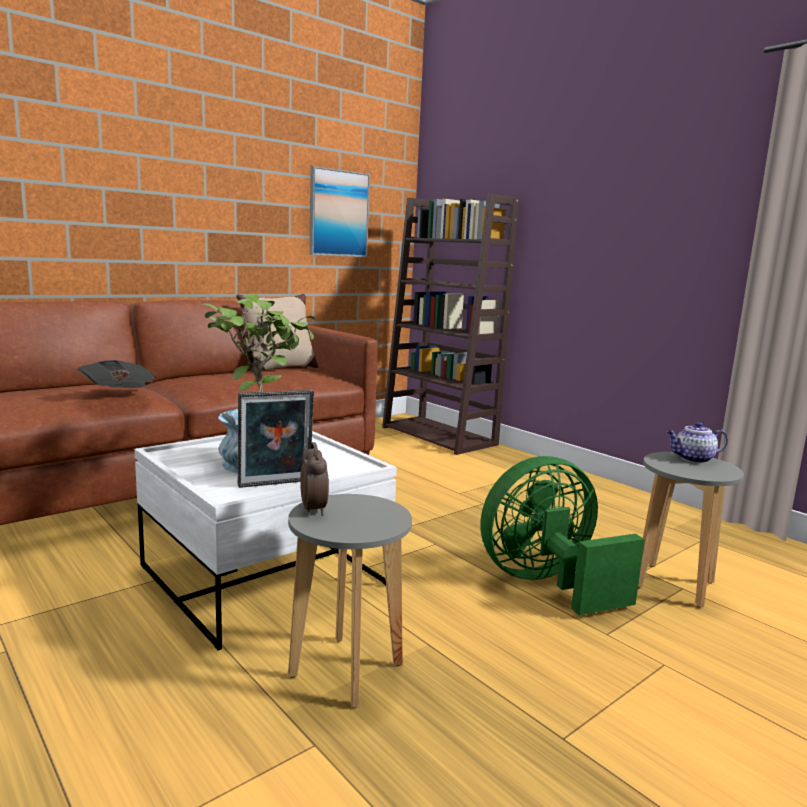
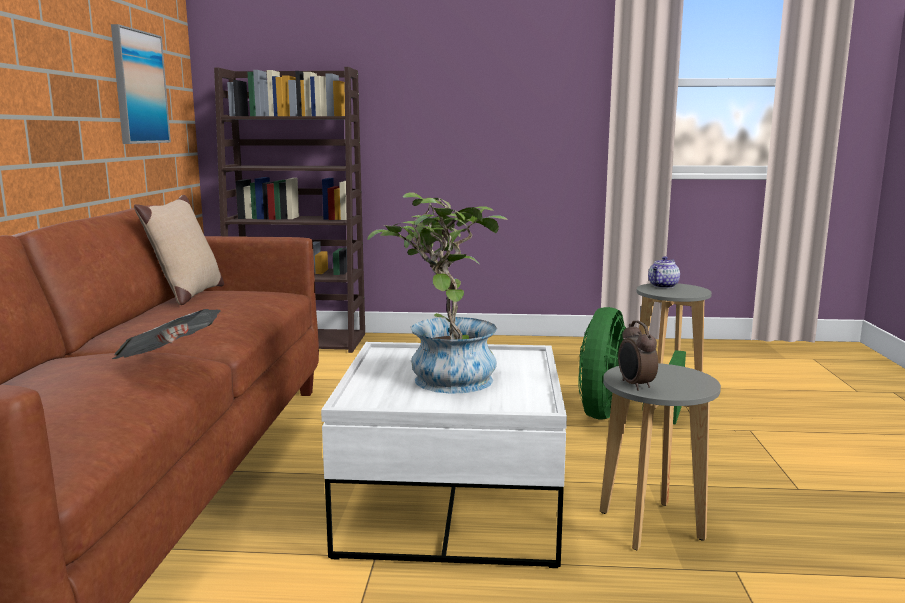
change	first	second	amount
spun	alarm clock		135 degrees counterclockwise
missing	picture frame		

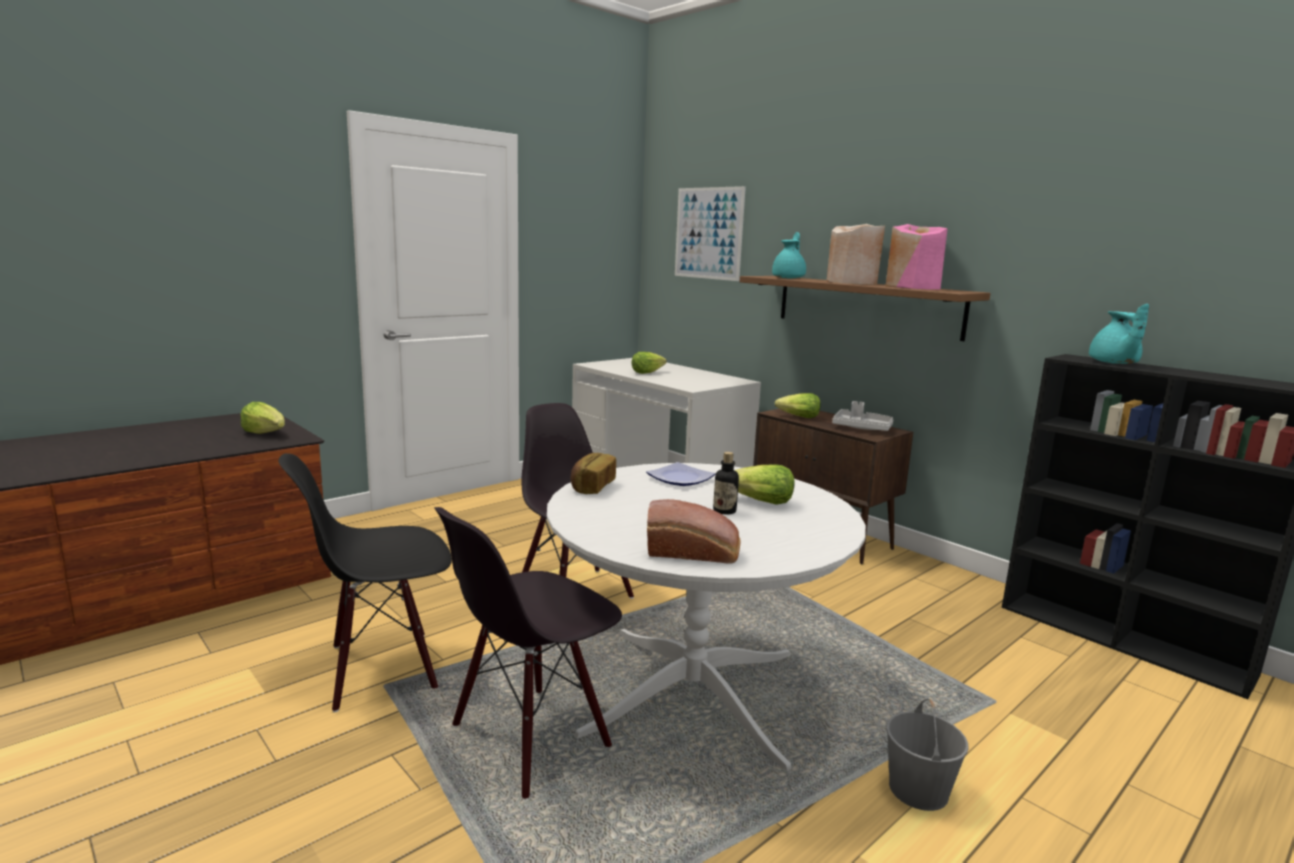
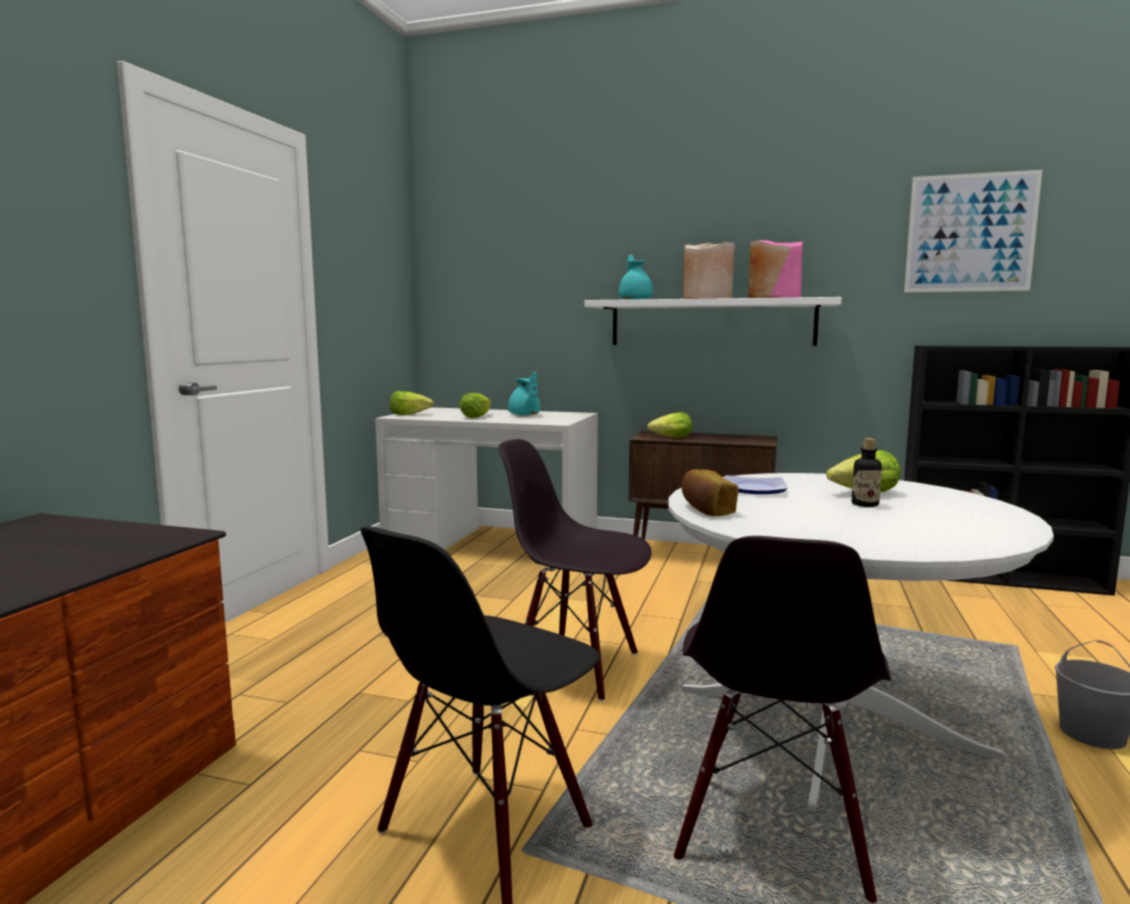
change	first	second	amount
relocated	lettuce (no. 1 from left)		
relocated	teapot (turquoise) (no. 2 from left in the first image)	teapot (turquoise) (no. 1 from left)	
colour	shelf (brown)	shelf (white)	
relocated	picture		
missing	bread (no. 2 from left)		
missing	tray (grey)		

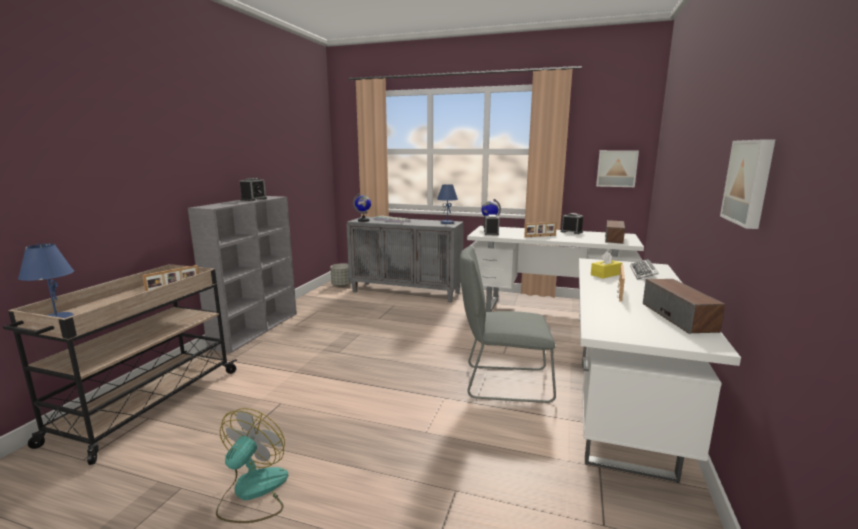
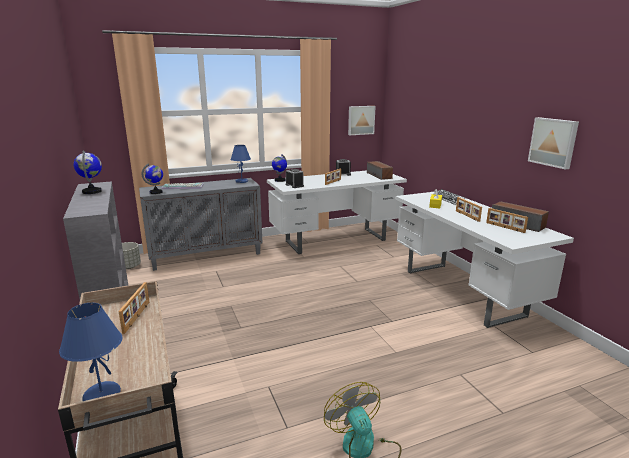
change	first	second	amount
exchanged	alarm clock (no. 1 from left)	globe (no. 1 from left)	
appeared		picture frame (no. 4 from left)	
missing	chair (grey)		

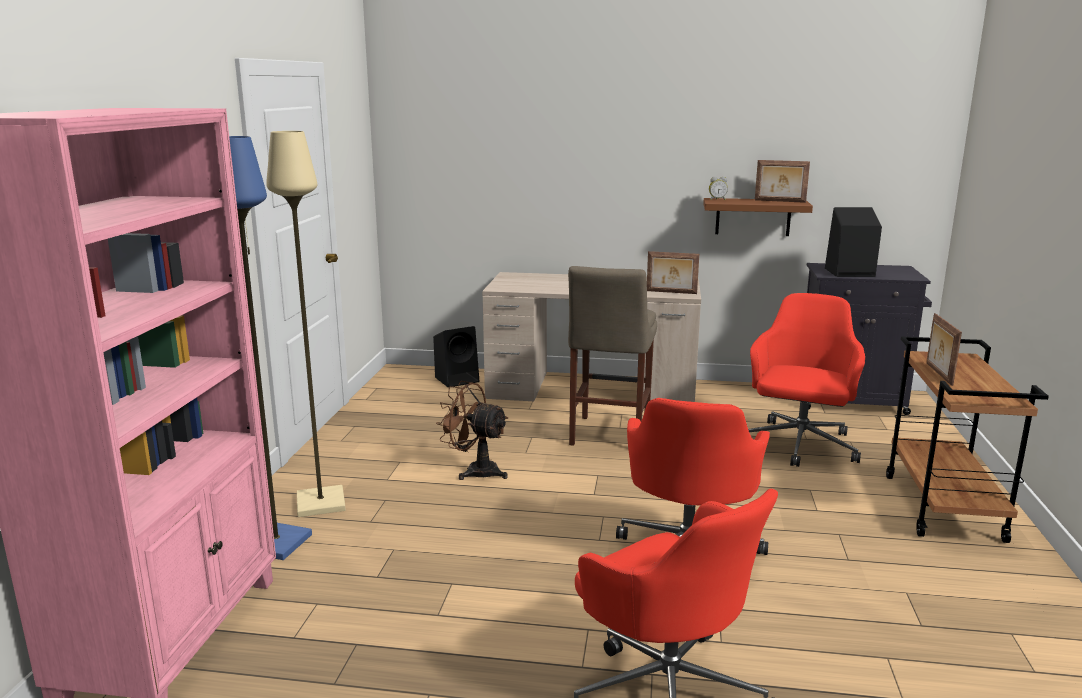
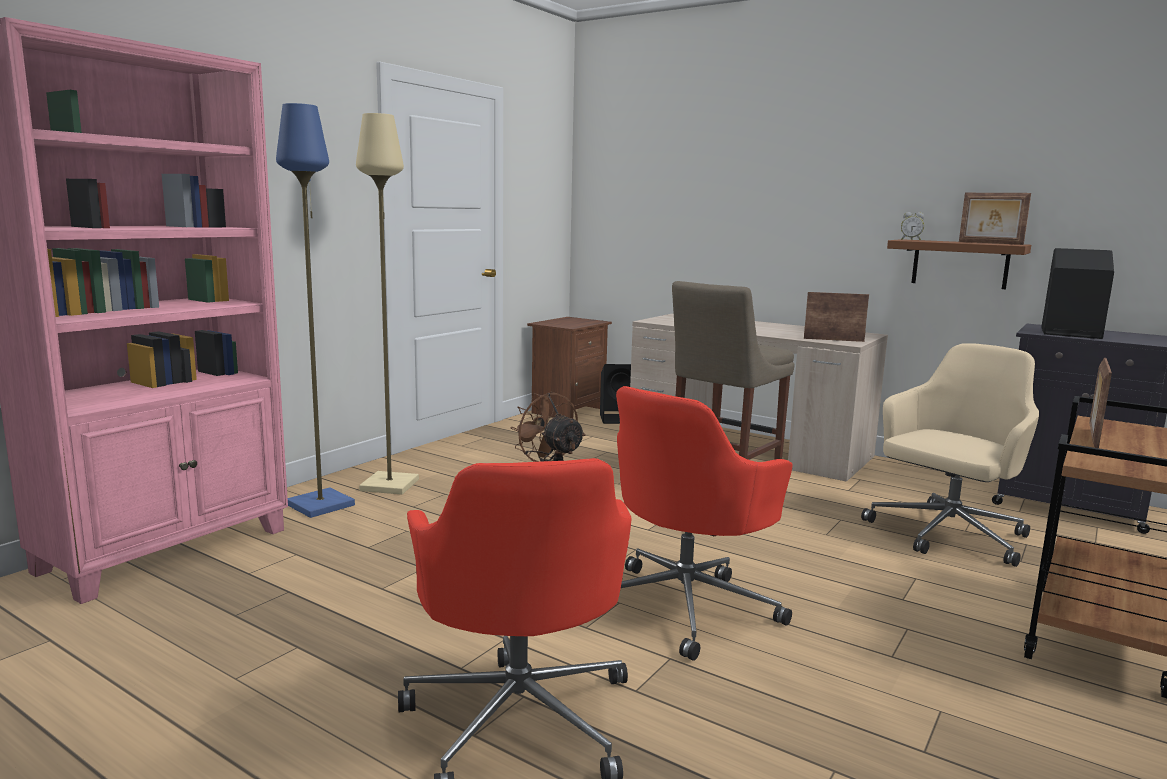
change	first	second	amount
appeared		nightstand (brown)	
spun	picture frame (no. 1 from left)		150 degrees clockwise
colour	office chair (red) (no. 3 from left)	office chair (beige)	

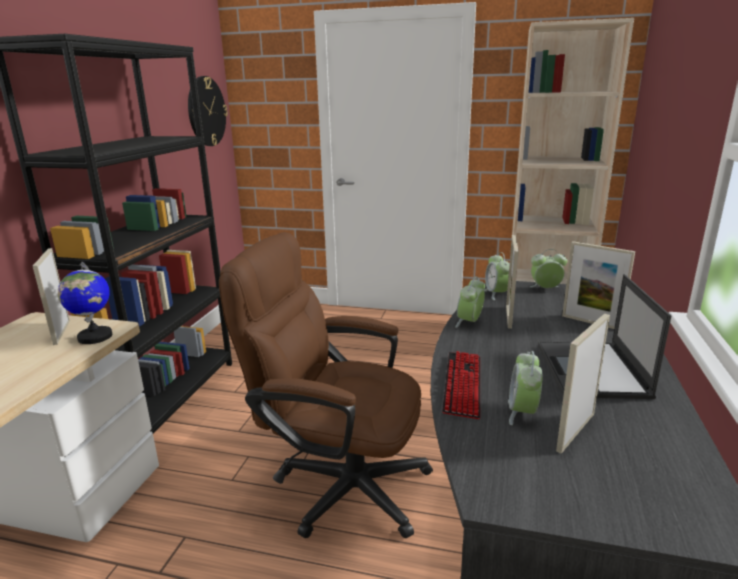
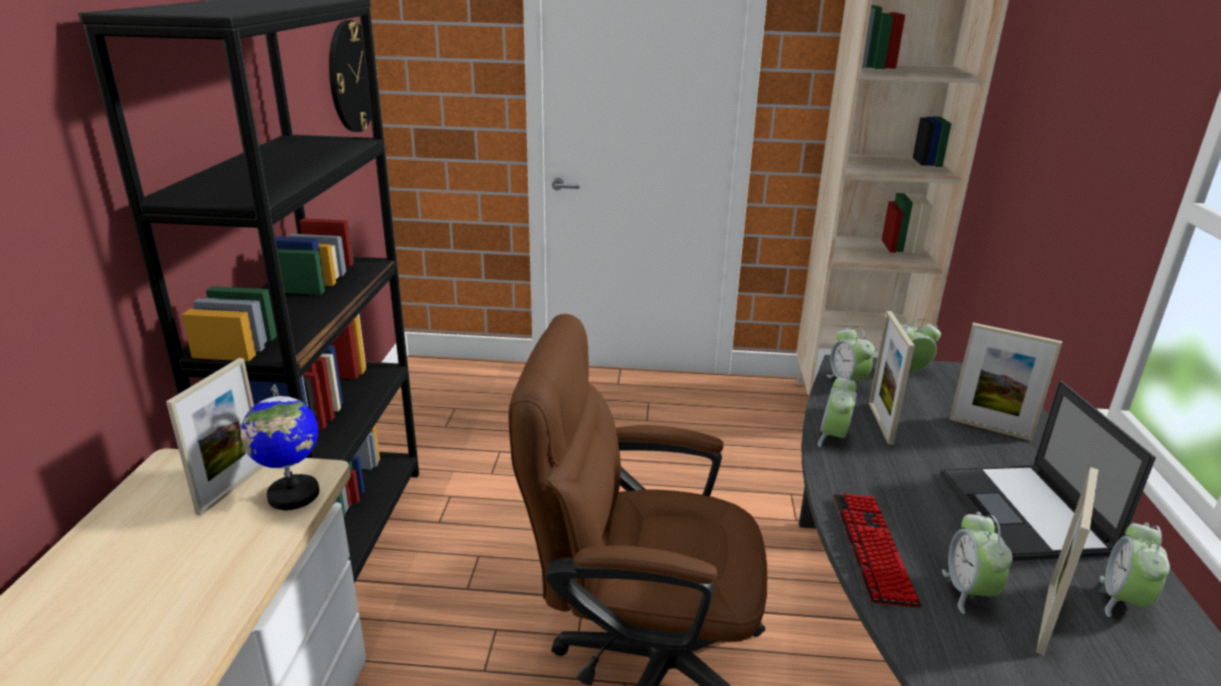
change	first	second	amount
spun	picture frame (no. 1 from left)		135 degrees counterclockwise
appeared		alarm clock (no. 5 from left)	

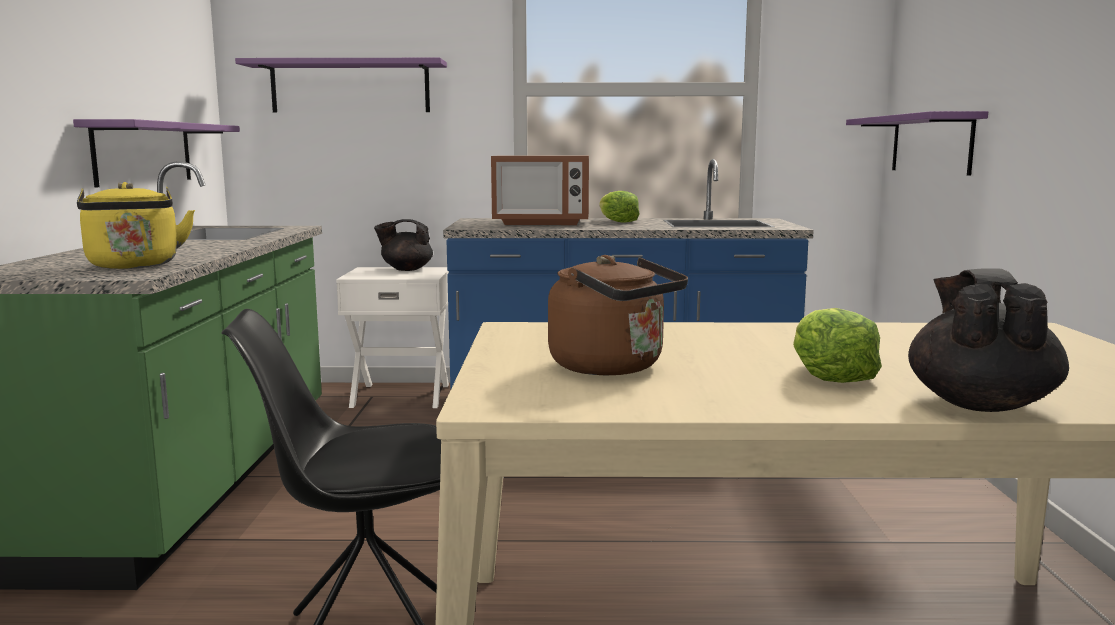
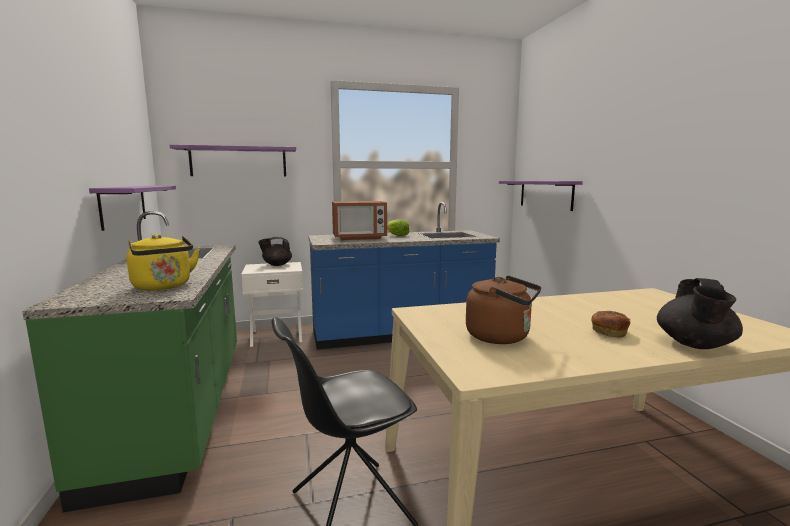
change	first	second	amount
exchanged	lettuce (no. 2 from left)	bread	
spun	teapot (black) (no. 2 from left)		150 degrees counterclockwise

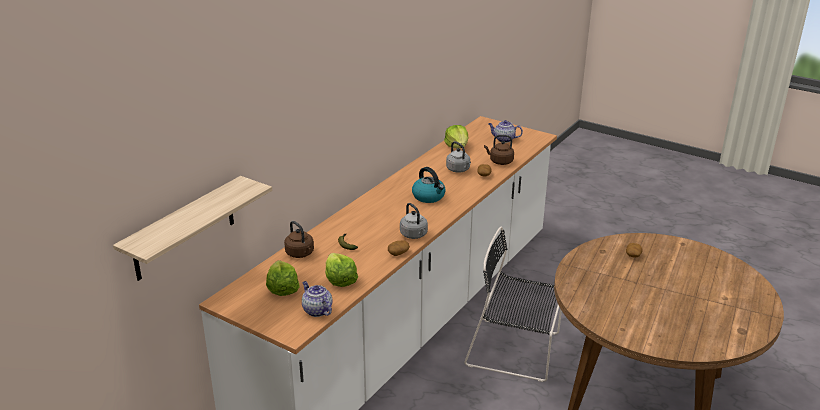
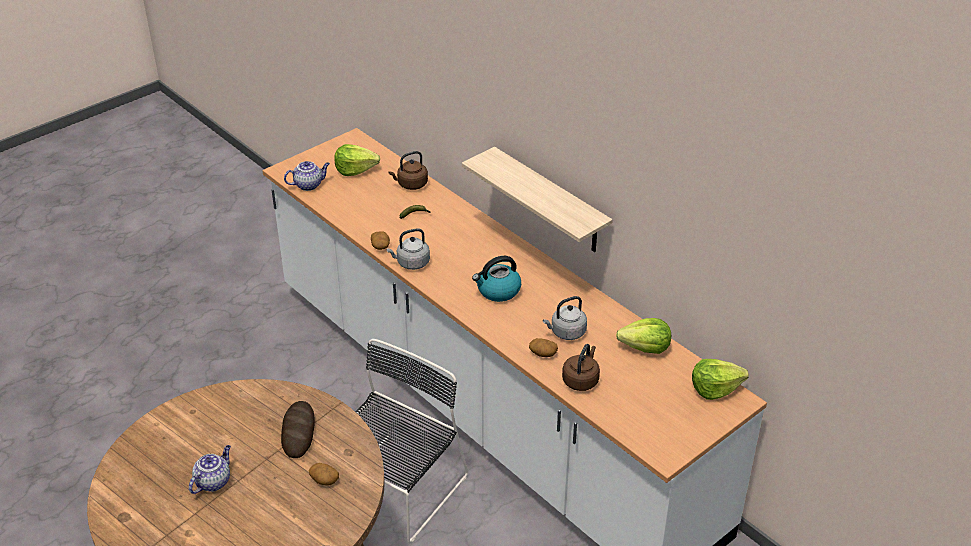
change	first	second	amount
relocated	teapot (no. 2 from left in the first image)	teapot (no. 1 from left)	
appeared		bread	
relocated	shelf		
relocated	lettuce (no. 2 from left in the first image)	lettuce (no. 3 from left)	

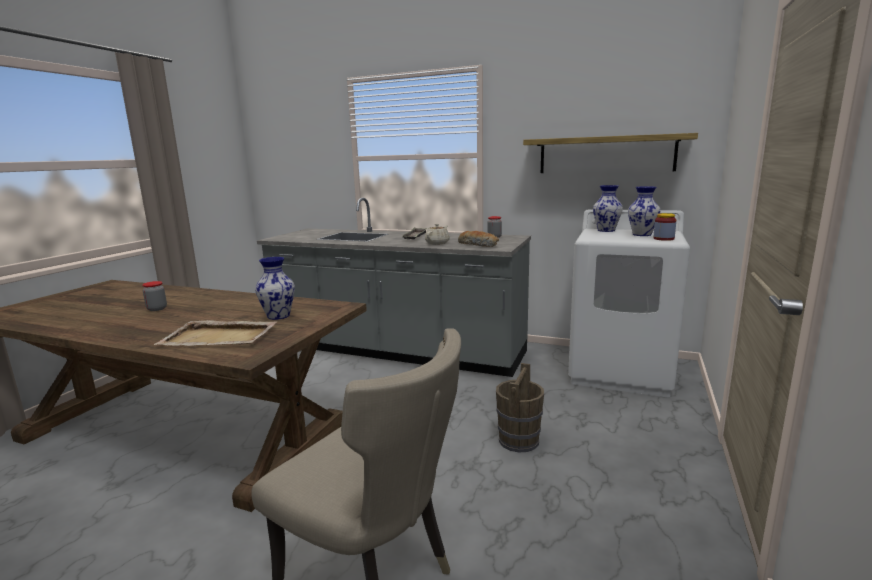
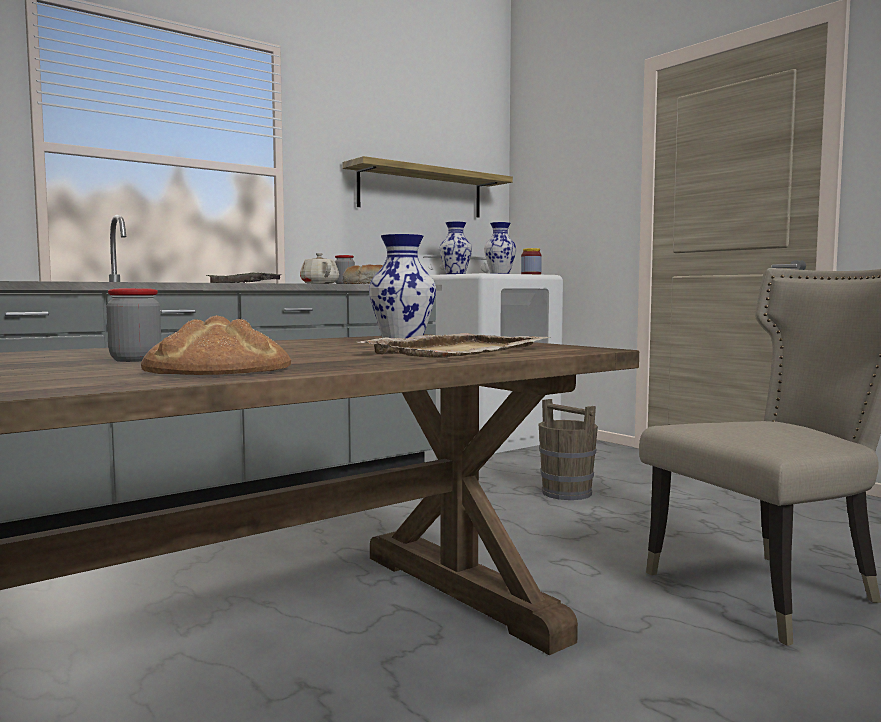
change	first	second	amount
appeared		bread (no. 1 from left)	

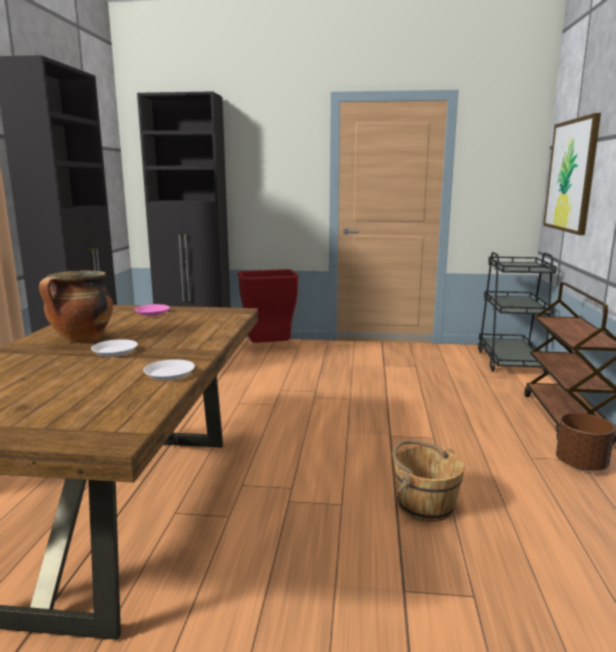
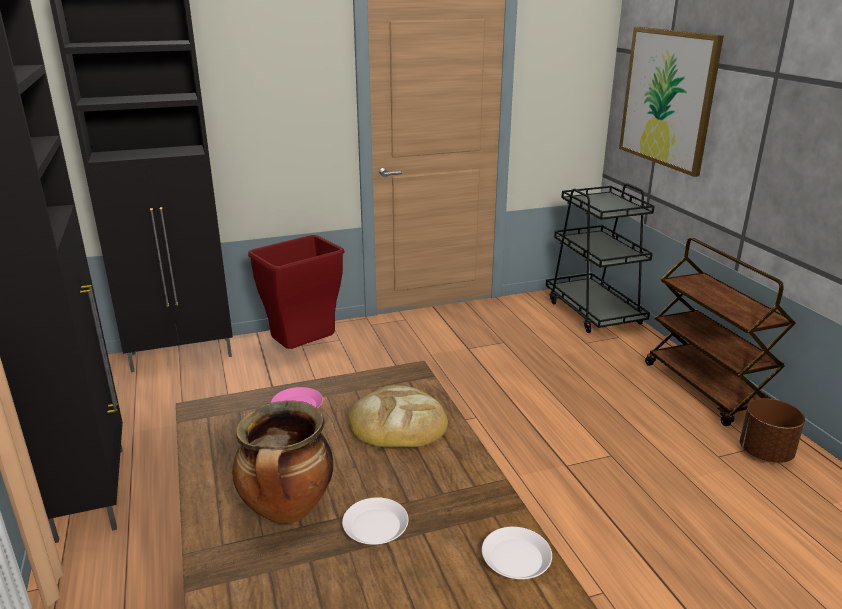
change	first	second	amount
appeared		bread	
missing	bucket (brown)		

